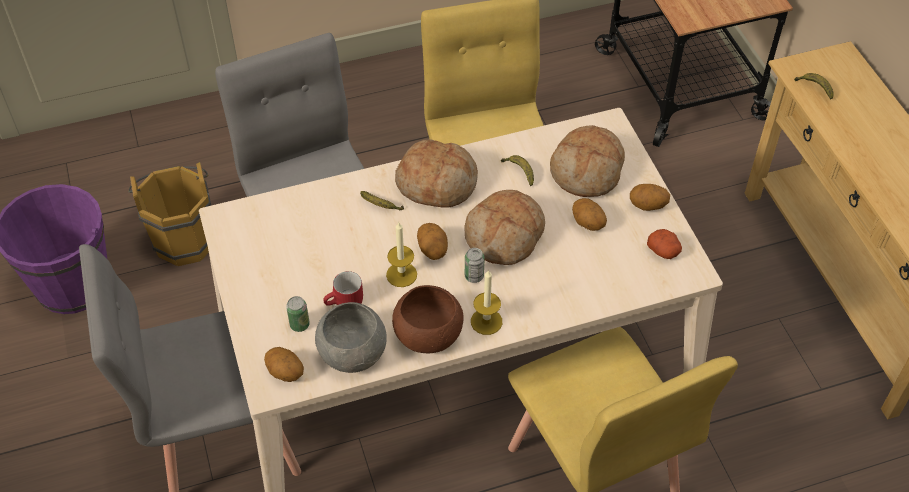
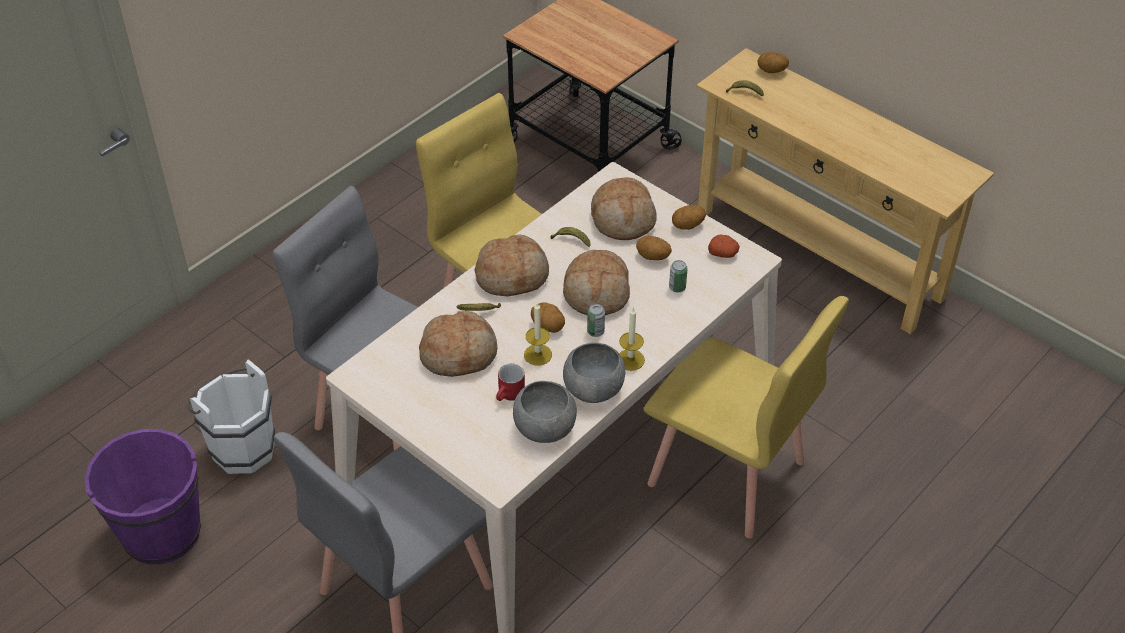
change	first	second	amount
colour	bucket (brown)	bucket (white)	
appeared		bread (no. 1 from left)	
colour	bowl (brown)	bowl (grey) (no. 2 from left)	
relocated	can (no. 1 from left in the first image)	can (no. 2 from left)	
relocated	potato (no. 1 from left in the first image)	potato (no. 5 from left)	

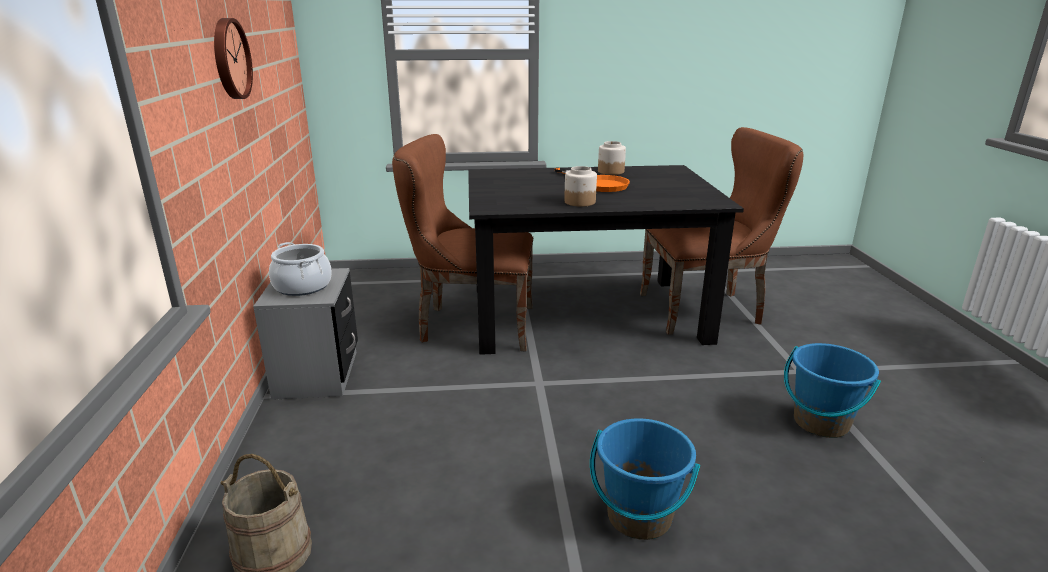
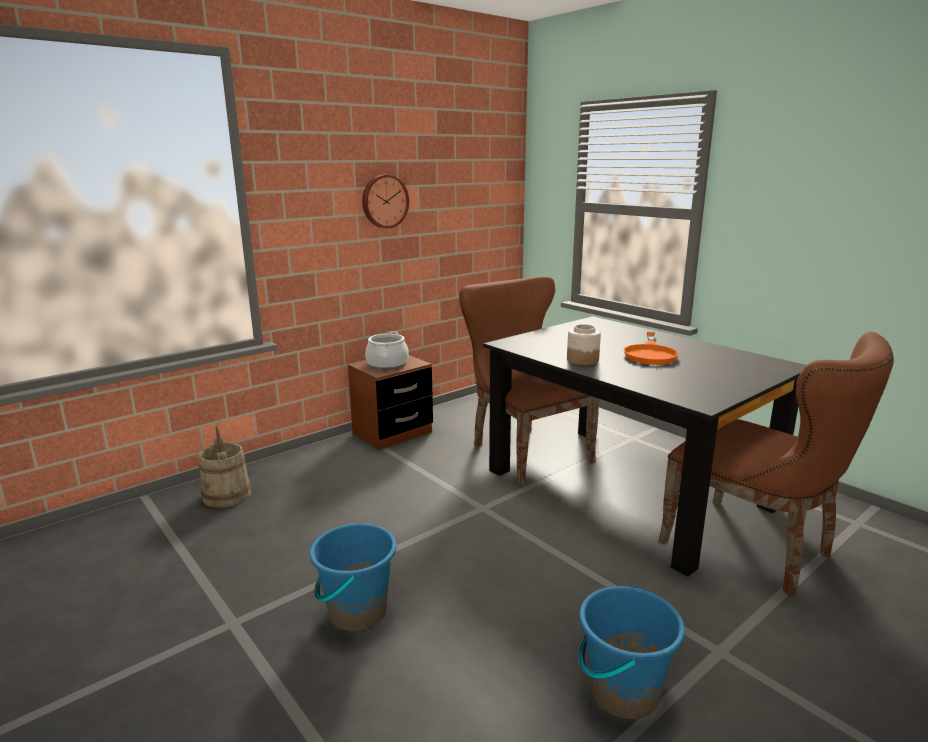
change	first	second	amount
colour	nightstand (grey)	nightstand (brown)	
missing	jar (no. 2 from left)		

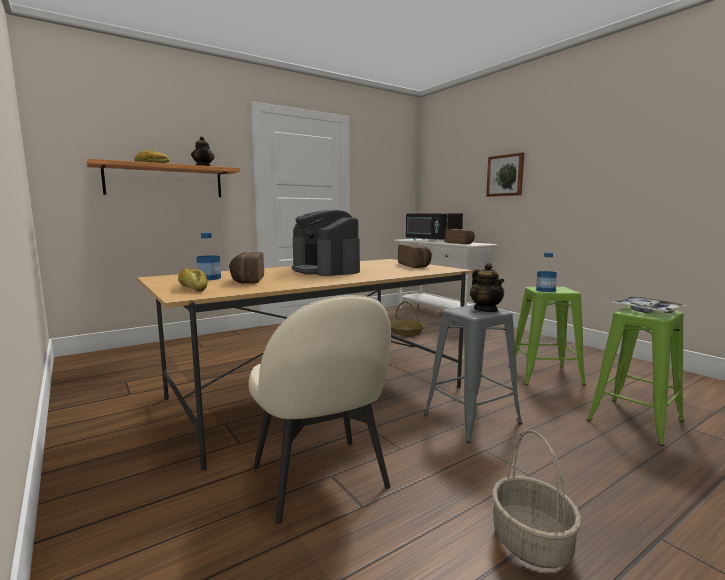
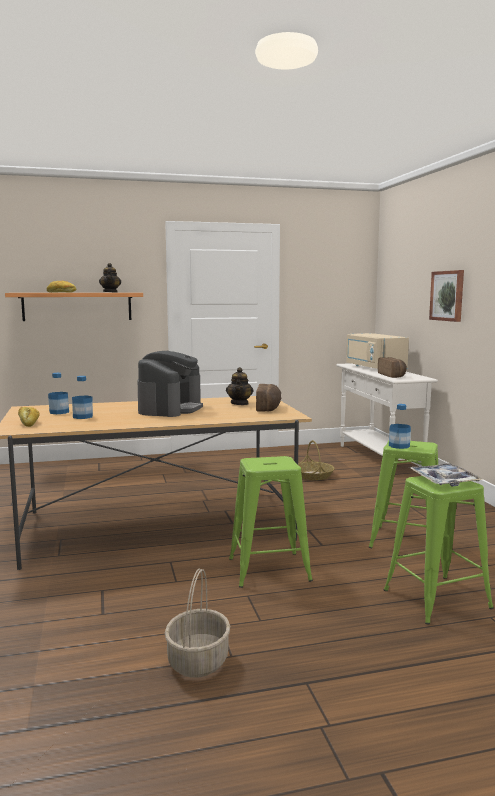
change	first	second	amount
exchanged	bread (no. 3 from left)	bottle (no. 2 from left)	
spun	coffee machine		150 degrees counterclockwise
relocated	teapot (no. 2 from left)		
colour	stool (grey)	stool (green) (no. 1 from left)	
colour	microwave (black)	microwave (beige)	
missing	chair (beige)		

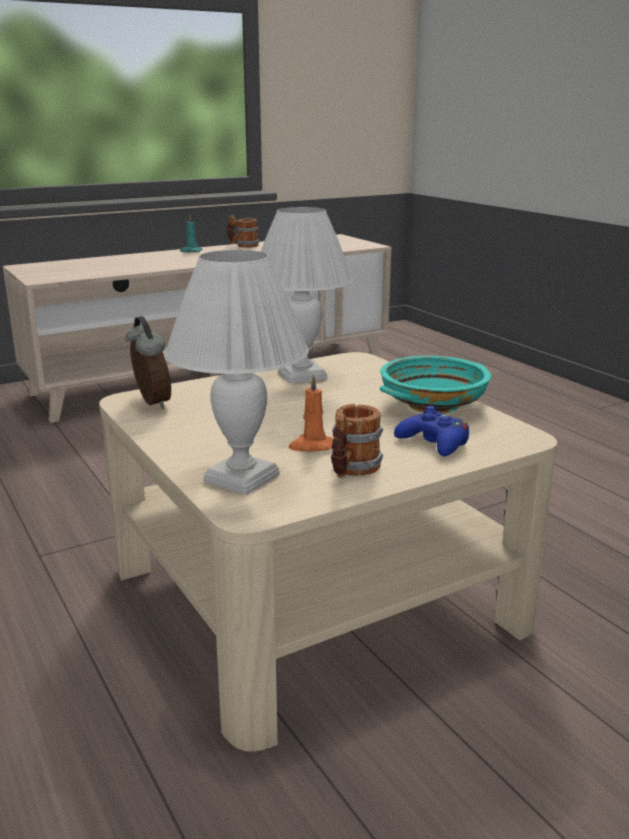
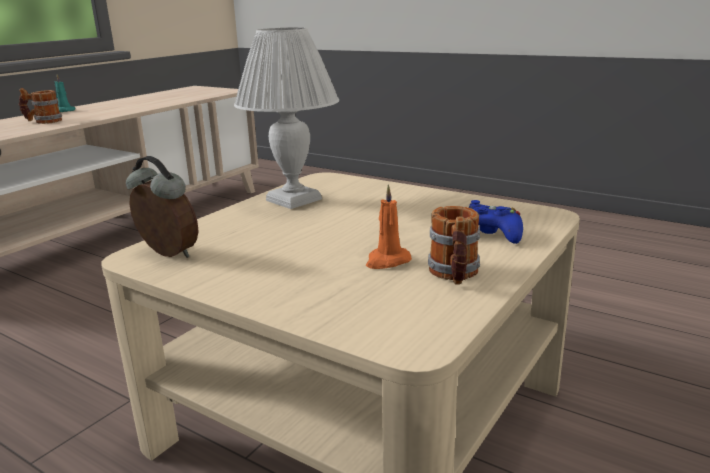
change	first	second	amount
relocated	mug (no. 1 from left)		
missing	table lamp (white) (no. 1 from left)		
missing	bowl (turquoise)		

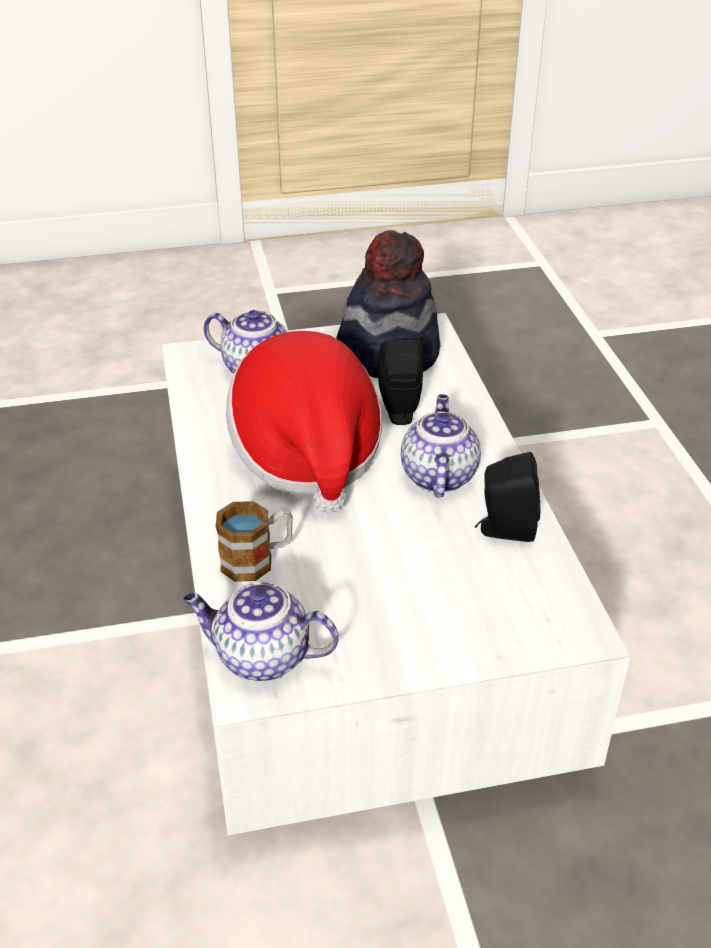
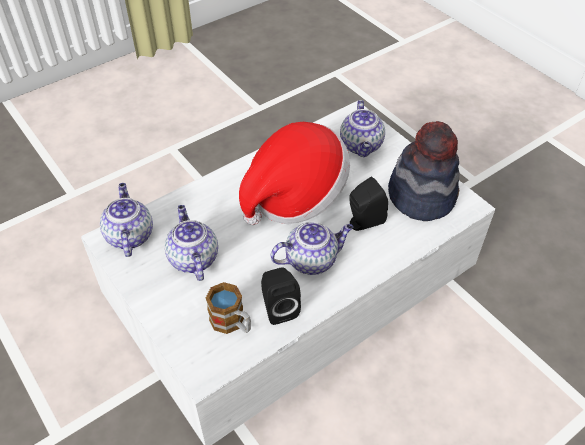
change	first	second	amount
appeared		teapot (no. 2 from left)	
relocated	mug		

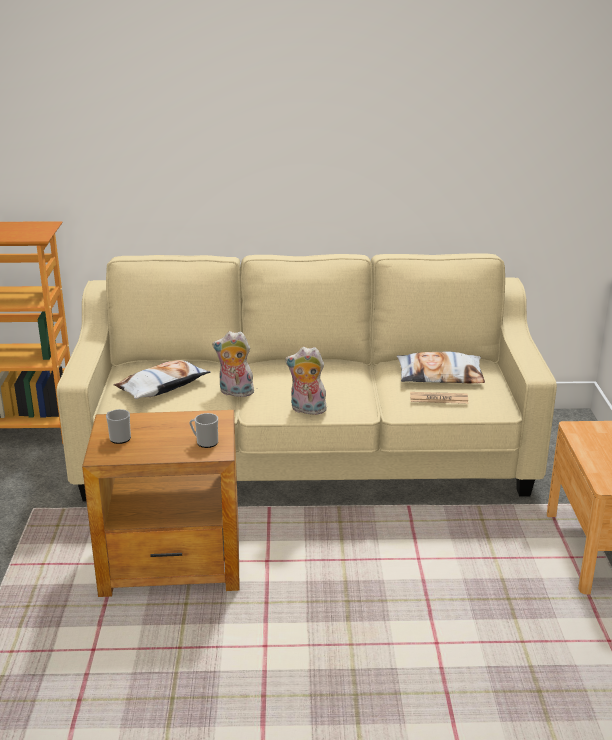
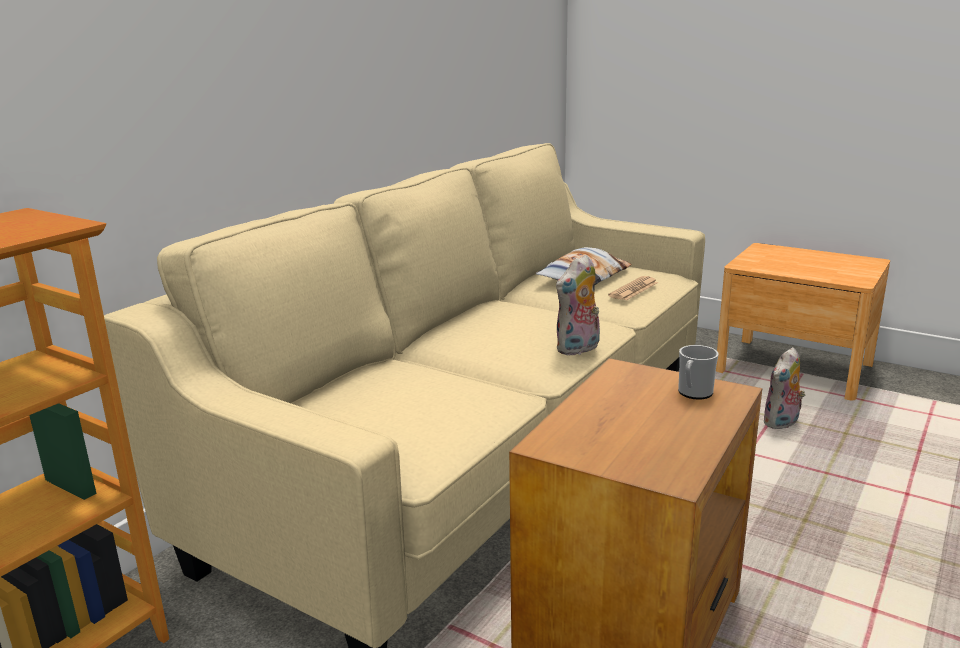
change	first	second	amount
relocated	plush toy (no. 1 from left in the first image)	plush toy (no. 2 from left)	
missing	mug (no. 1 from left)		
missing	pillow (no. 1 from left)		

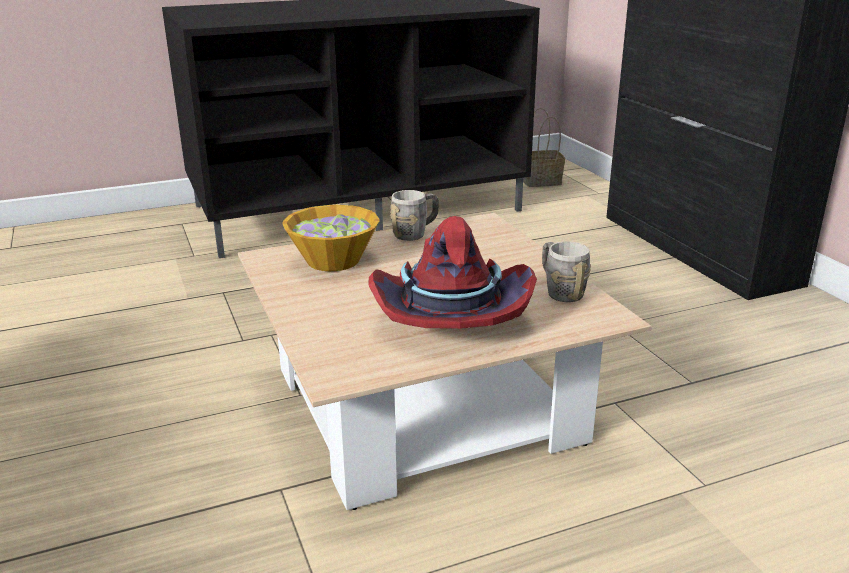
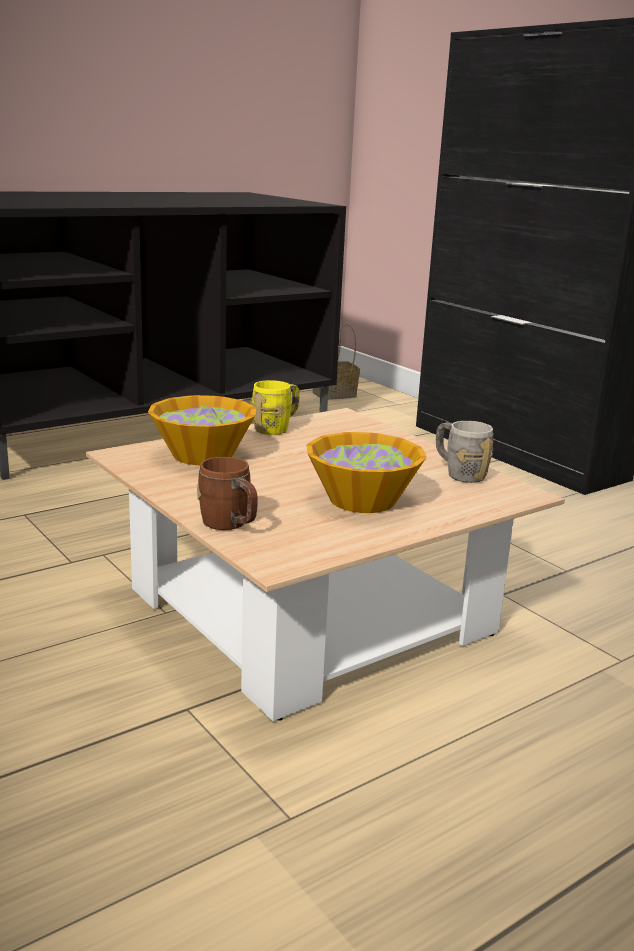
change	first	second	amount
appeared		mug (brown)	
colour	mug (grey) (no. 1 from left)	mug (yellow)	
exchanged	hat (red)	bowl (no. 2 from left)	

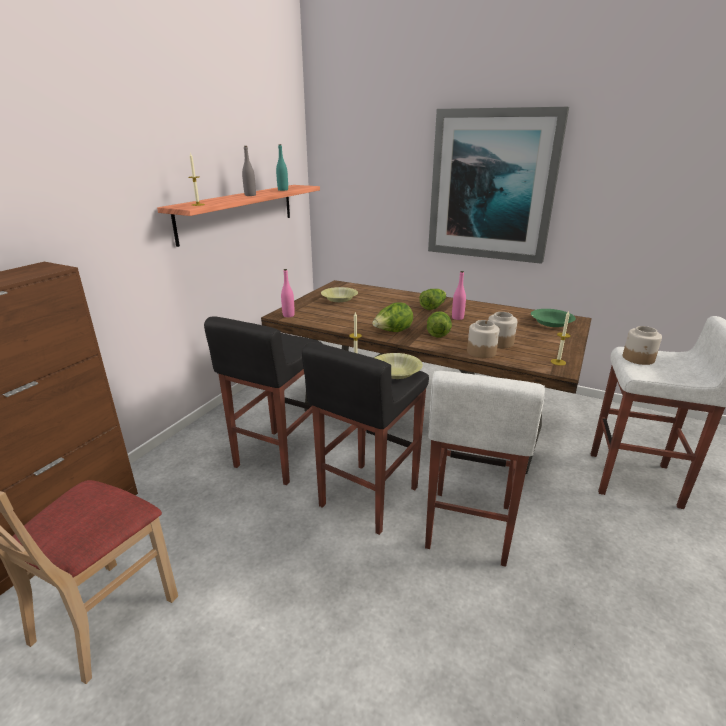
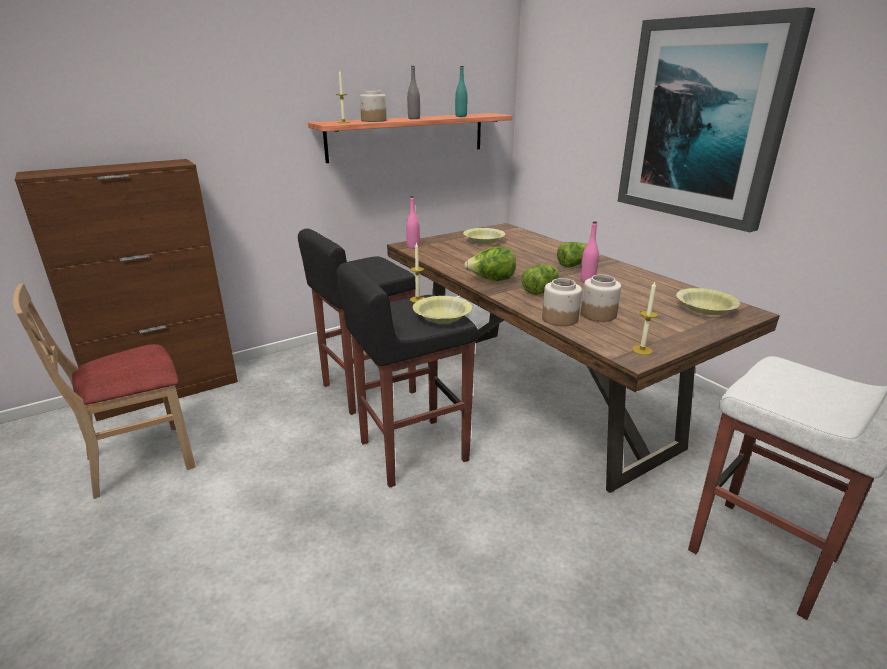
change	first	second	amount
relocated	jar (no. 3 from left in the first image)	jar (no. 1 from left)	
colour	bowl (green)	bowl (yellow) (no. 3 from left)	
missing	stool (white) (no. 1 from left)		

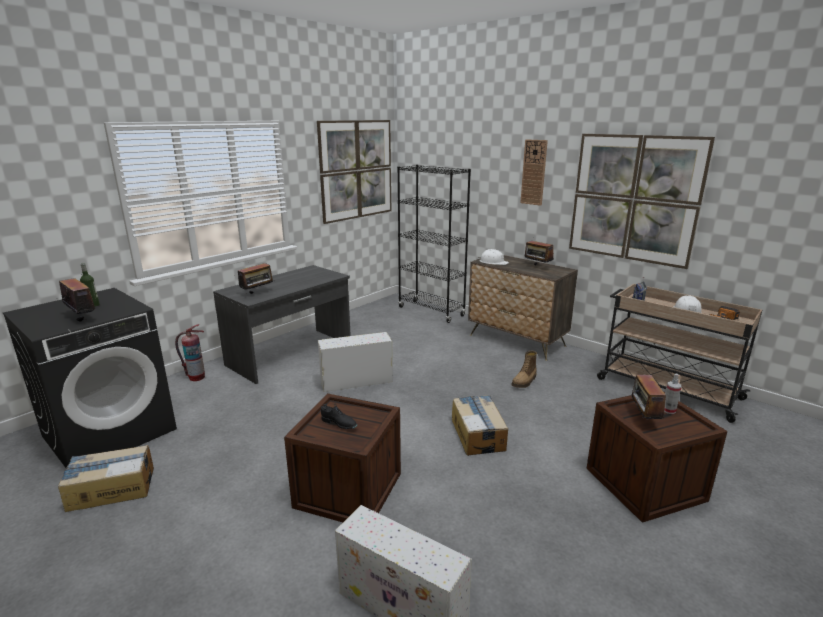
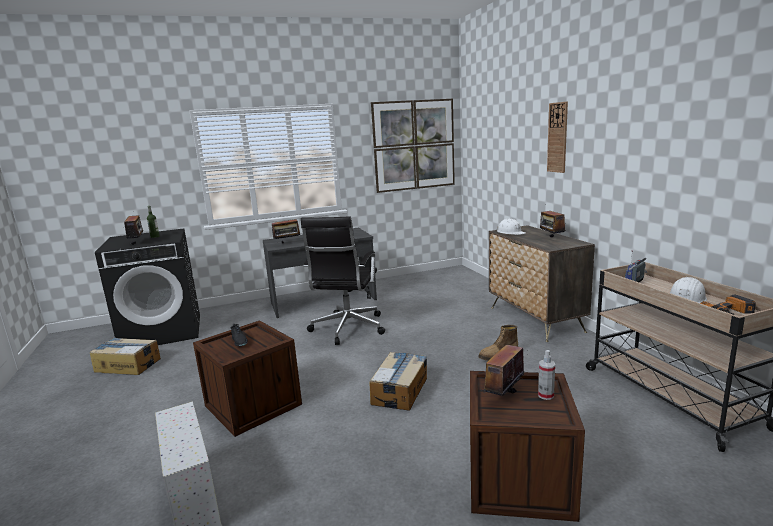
change	first	second	amount
exchanged	storage box (white) (no. 1 from left)	office chair (black)	
missing	fire extinguisher		
missing	bookcase (black)		
missing	picture (no. 2 from left)		

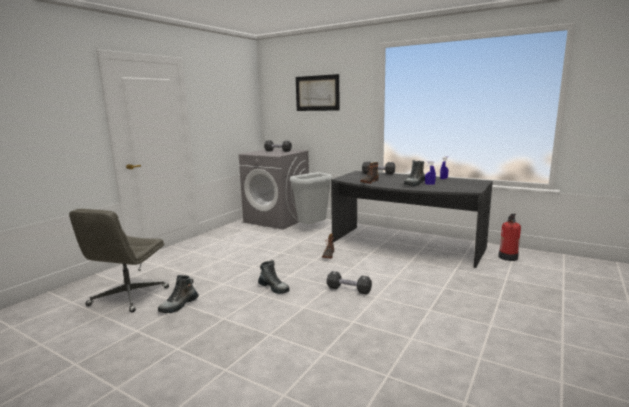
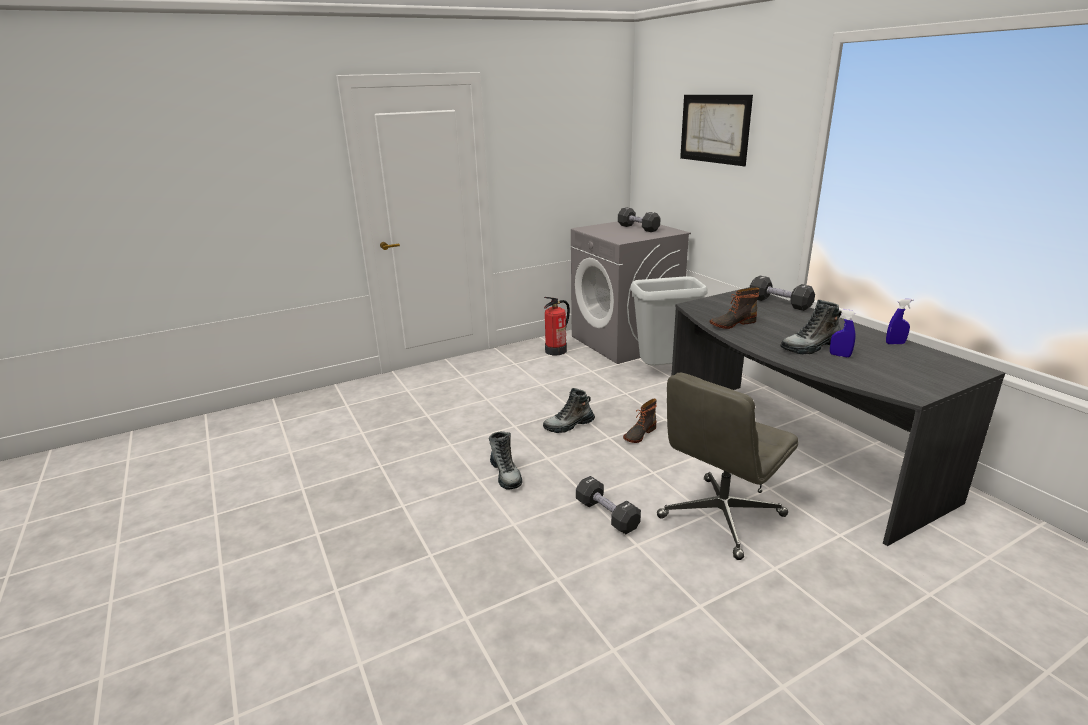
change	first	second	amount
relocated	boot (no. 1 from left in the first image)	boot (no. 2 from left)	
relocated	fire extinguisher		
relocated	office chair (grey)		

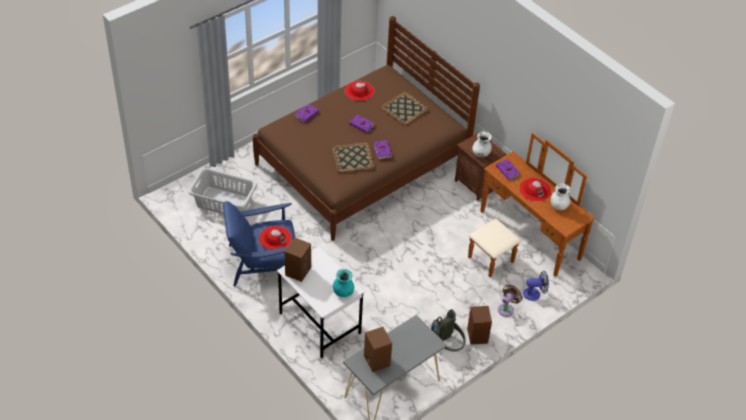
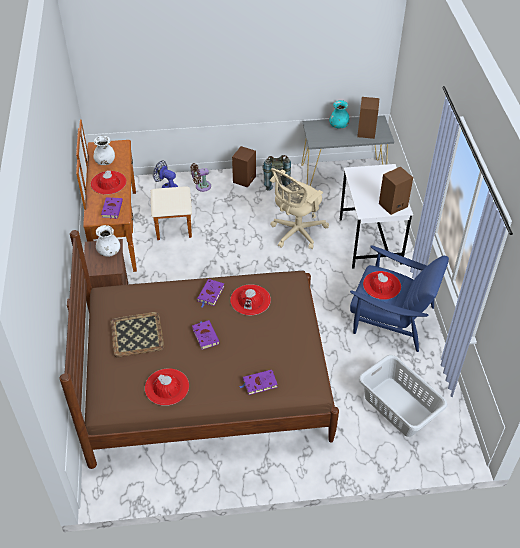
change	first	second	amount
exchanged	tray (no. 1 from left)	hat (red) (no. 3 from left)	
appeared		office chair (beige)	
relocated	vase (turquoise)		

